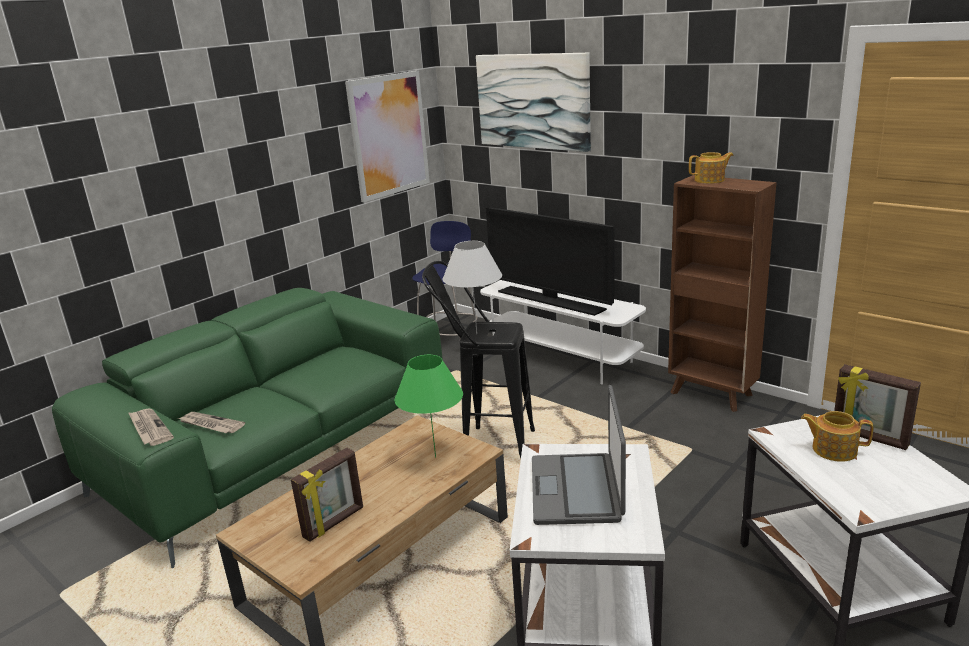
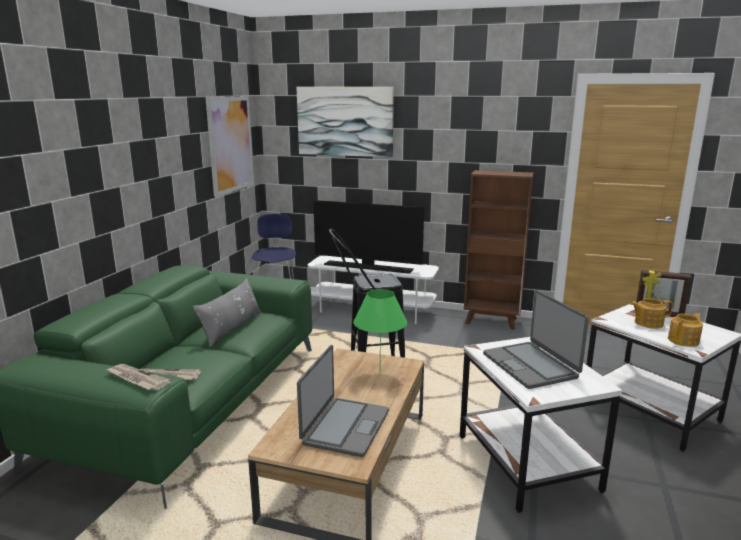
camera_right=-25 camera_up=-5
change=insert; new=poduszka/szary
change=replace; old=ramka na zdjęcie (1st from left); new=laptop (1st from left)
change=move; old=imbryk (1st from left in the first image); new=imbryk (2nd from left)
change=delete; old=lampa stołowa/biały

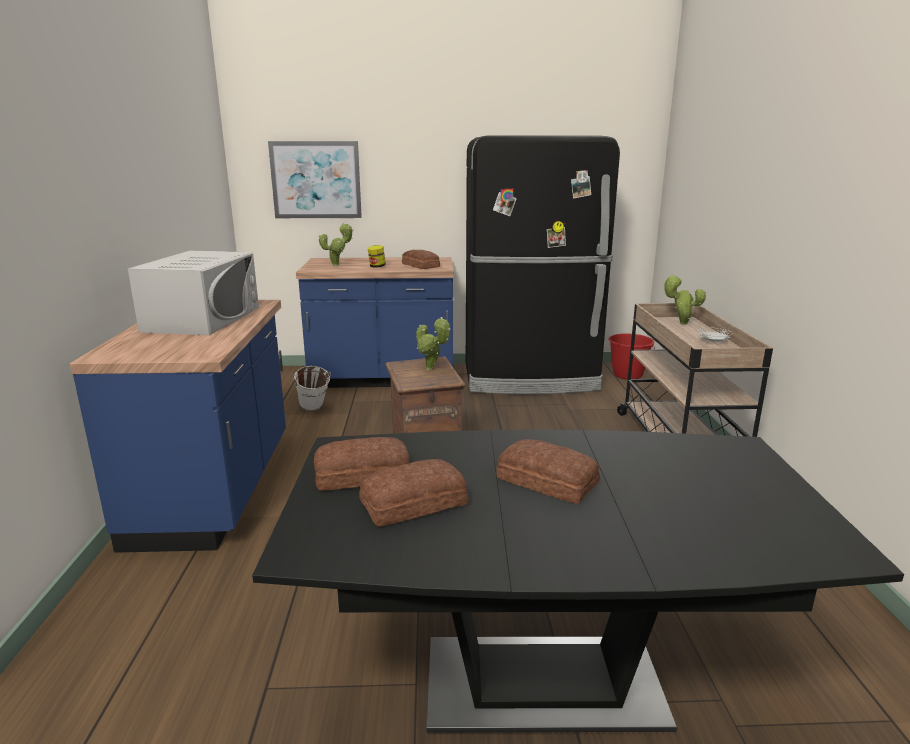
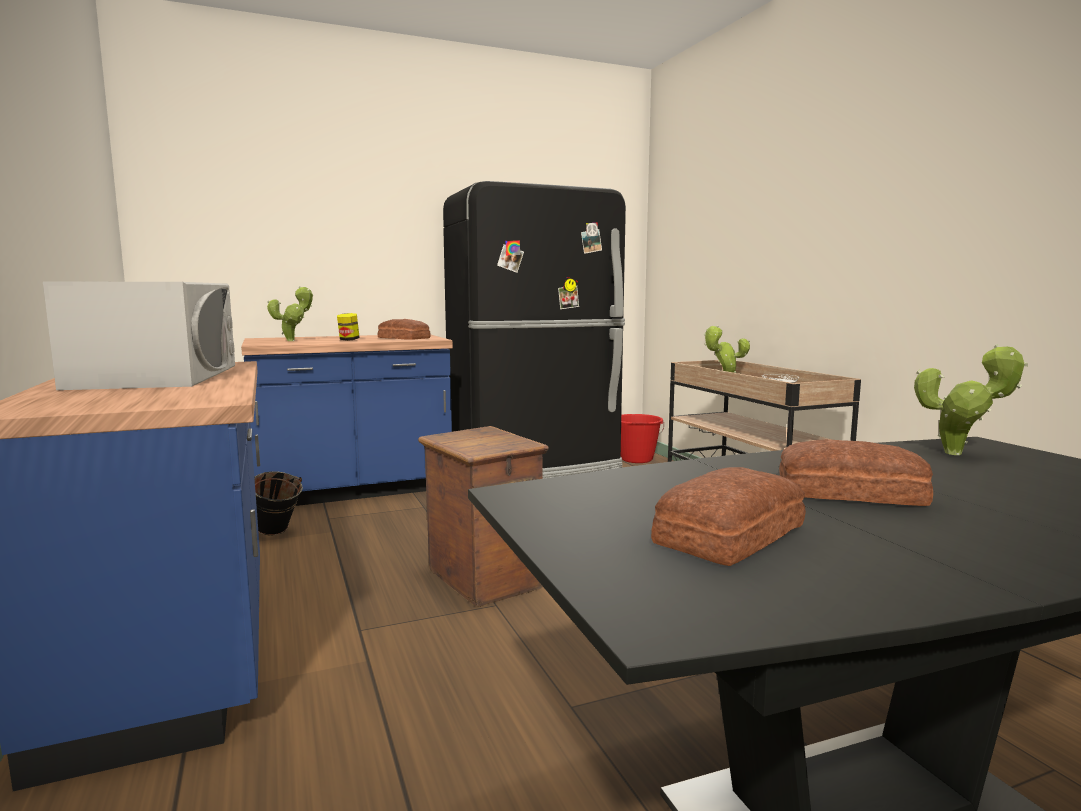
camera_right=-20 camera_up=-10
change=recolor; old=wiadro/biały; new=wiadro/czarny
change=move; old=roślina doniczkowa (2nd from left in the first image); new=roślina doniczkowa (3rd from left)
change=delete; old=obraz
change=delete; old=chleb (1st from left)

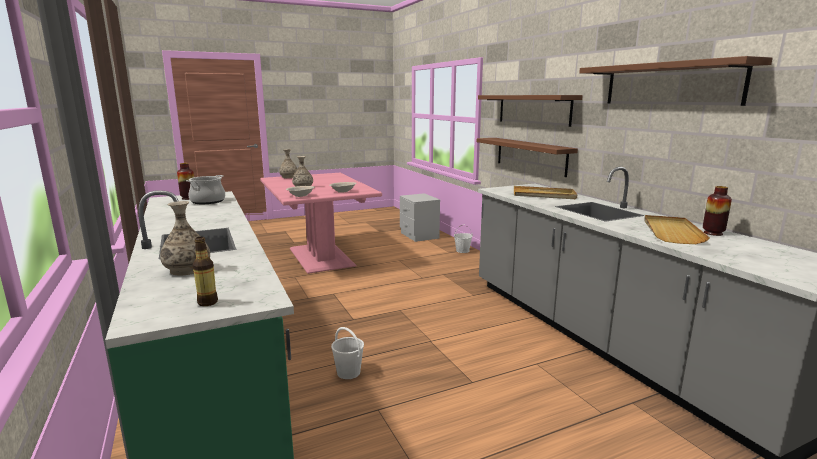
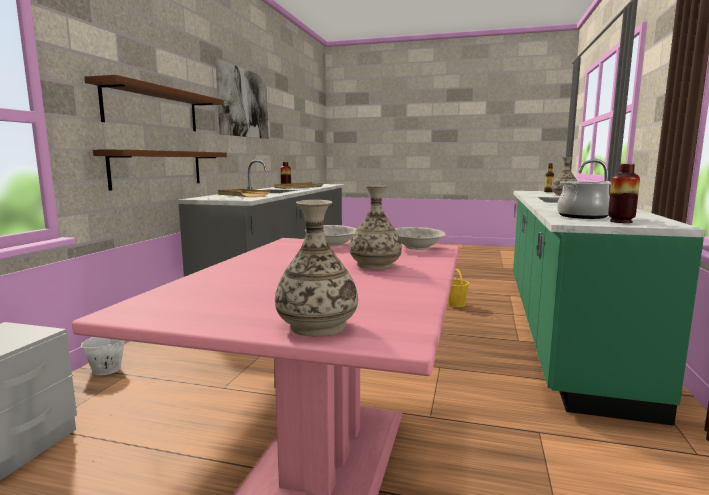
camera_right=-140 camera_up=-5
change=replace; old=półka/brązowy (3rd from left); new=obraz
change=recolor; old=wiadro/biały (1st from left); new=wiadro/żółty

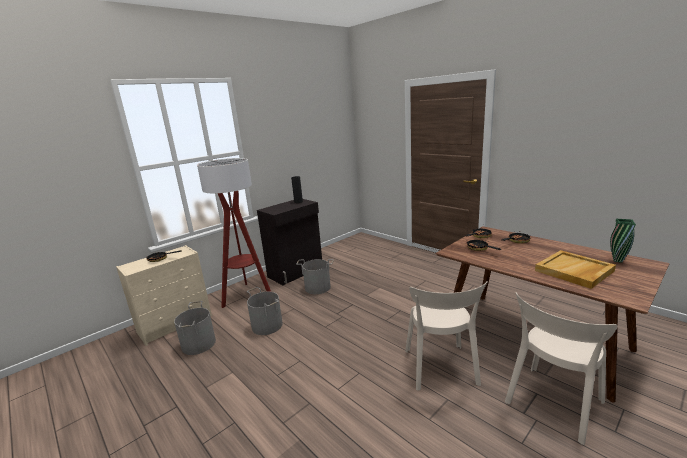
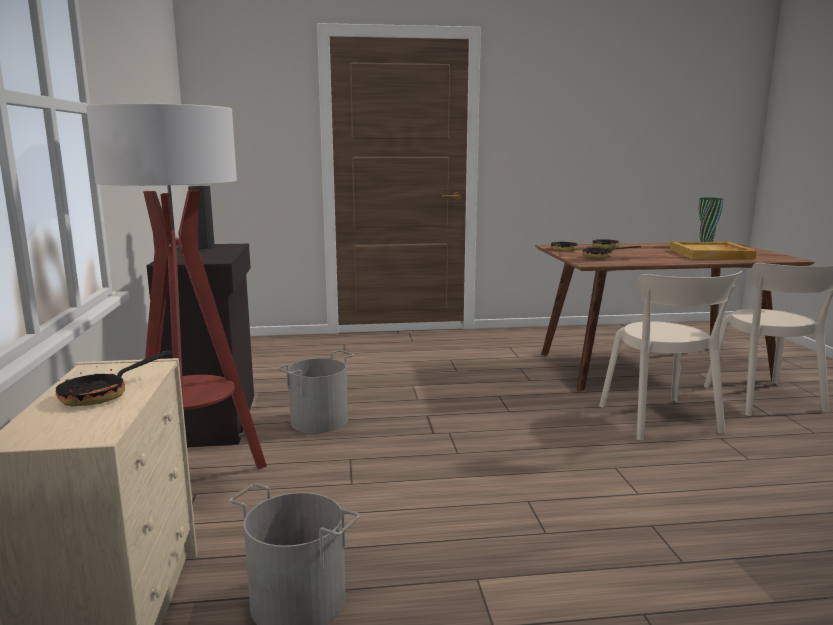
camera_right=-55 camera_up=-5
change=rotate; old=krzesło/beżowy (1st from left); degrees=45
change=delete; old=wiadro/szary (2nd from left)

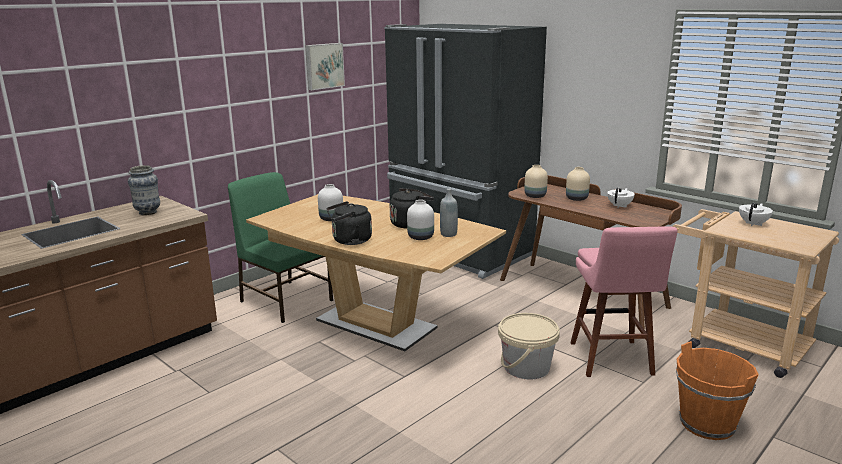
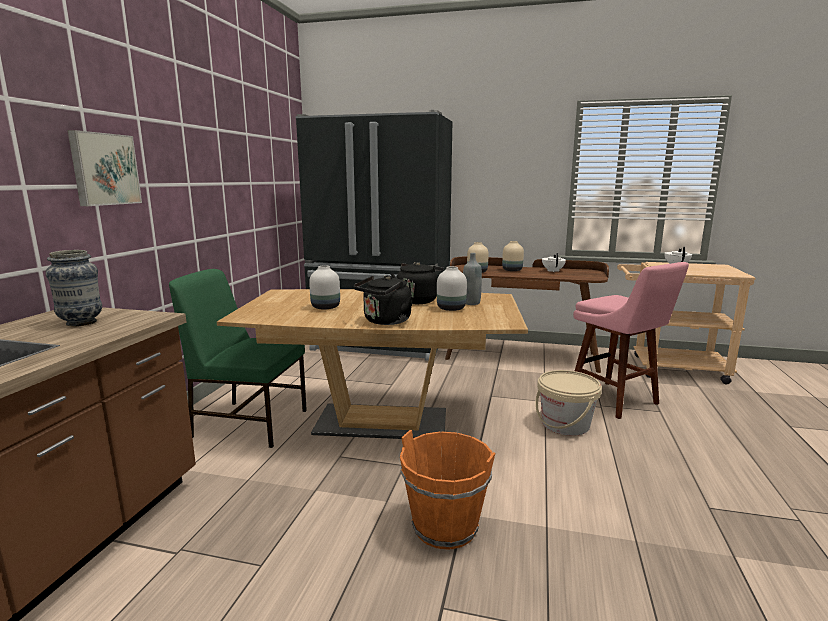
camera_right=-30 camera_up=-5
change=move; old=obraz
change=move; old=wiadro/pomarańczowy

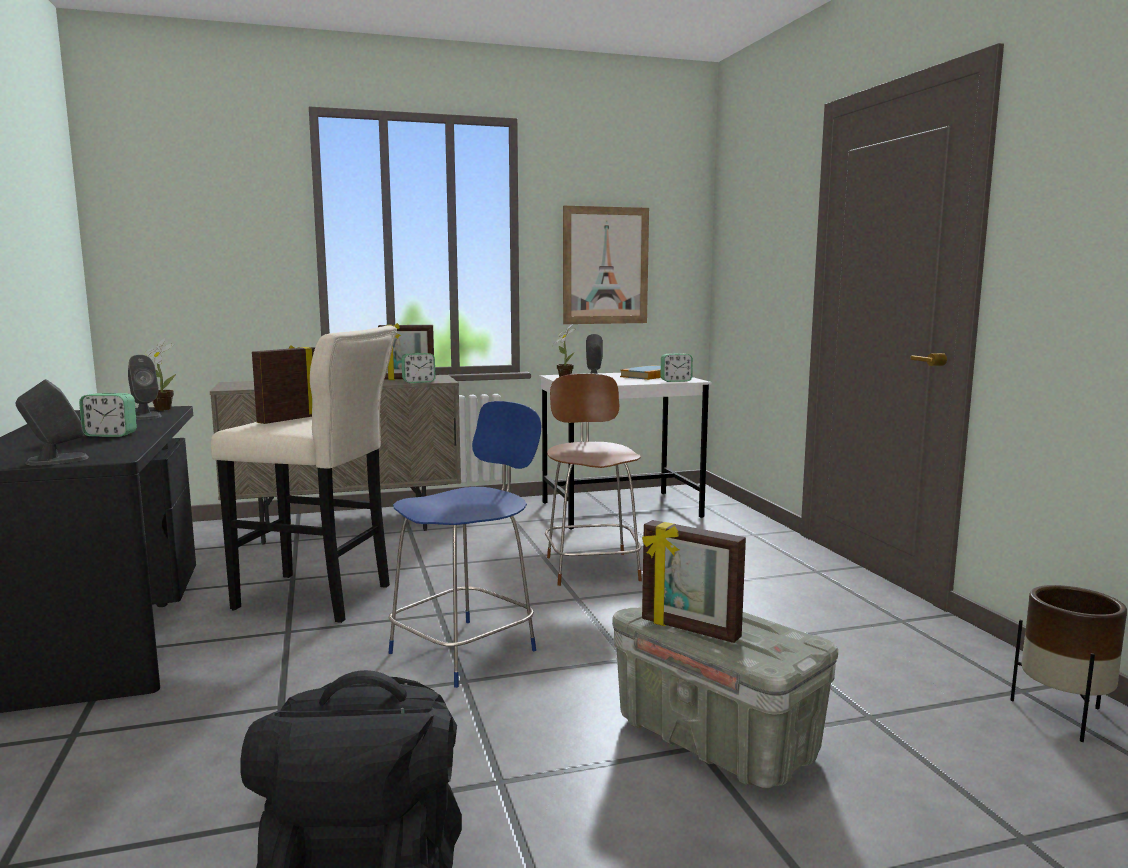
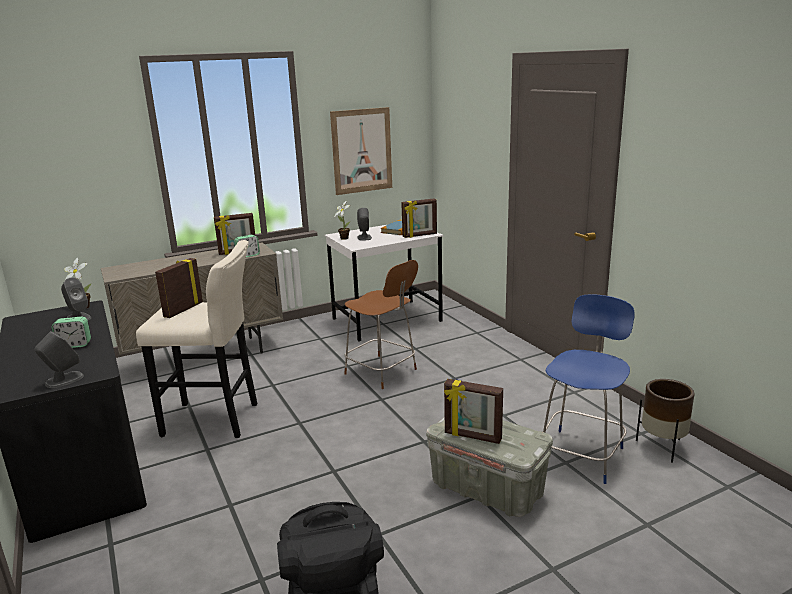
camera_right=-10 camera_up=10
change=rotate; old=krzesło/brązowy; degrees=150
change=replace; old=budzik (3rd from left); new=ramka na zdjęcie (3rd from left)
change=move; old=krzesło/niebieski

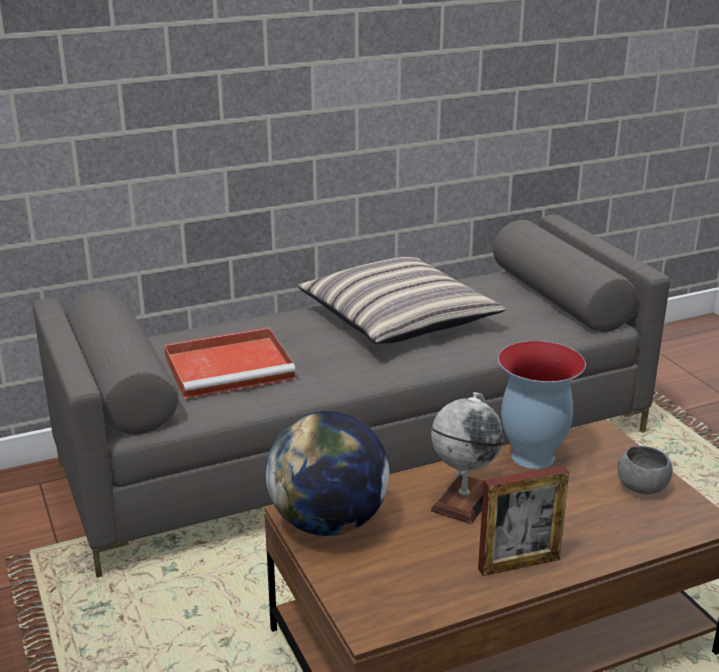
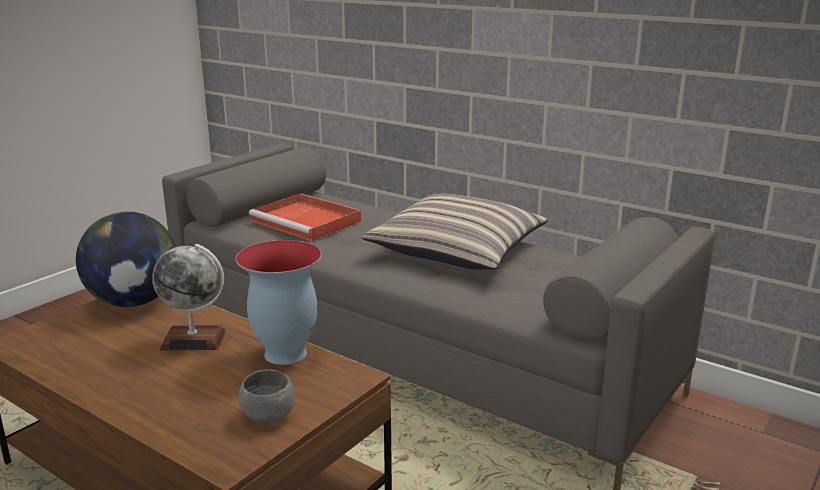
camera_right=60 camera_up=-5
change=delete; old=ramka na zdjęcie

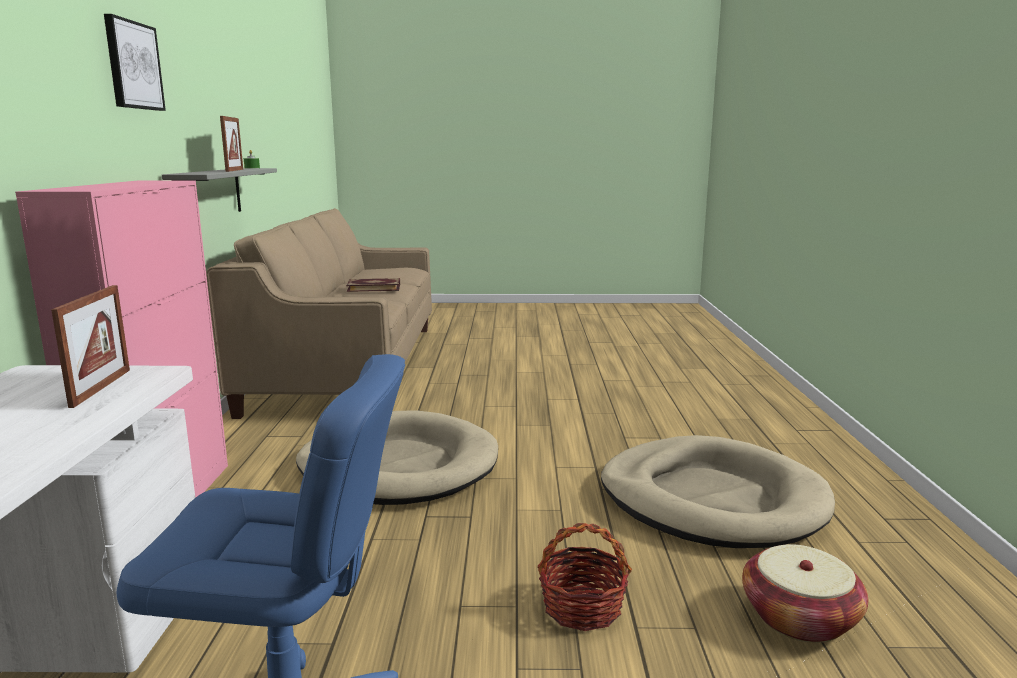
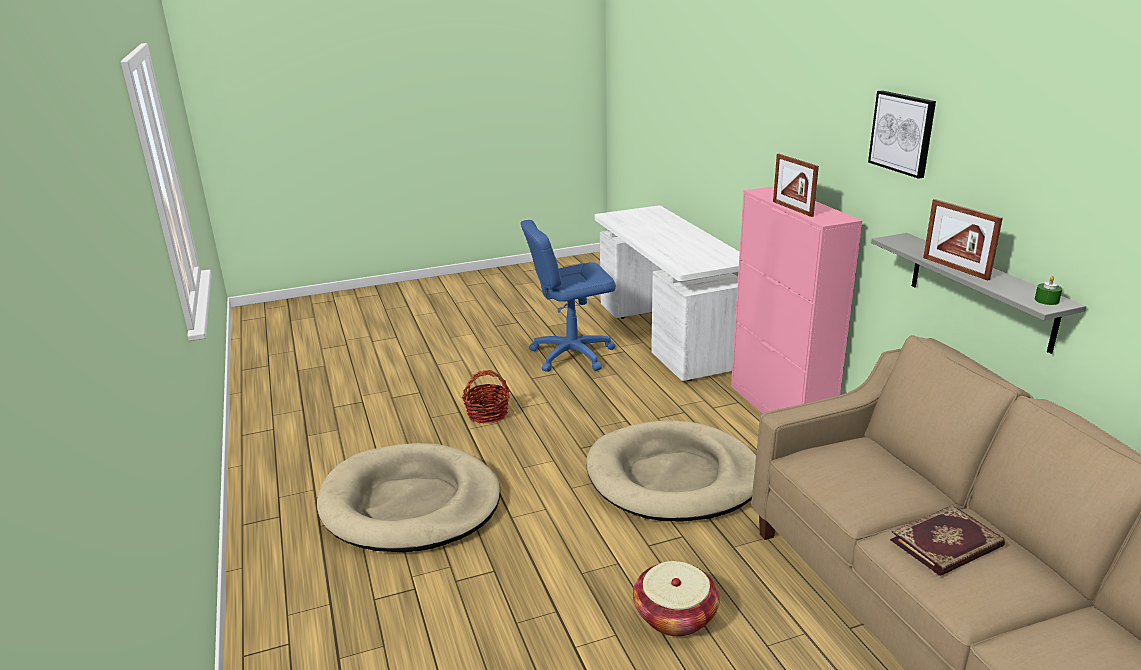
camera_right=160 camera_up=10
change=move; old=koszyk (2nd from left)
change=move; old=ramka na zdjęcie (1st from left)

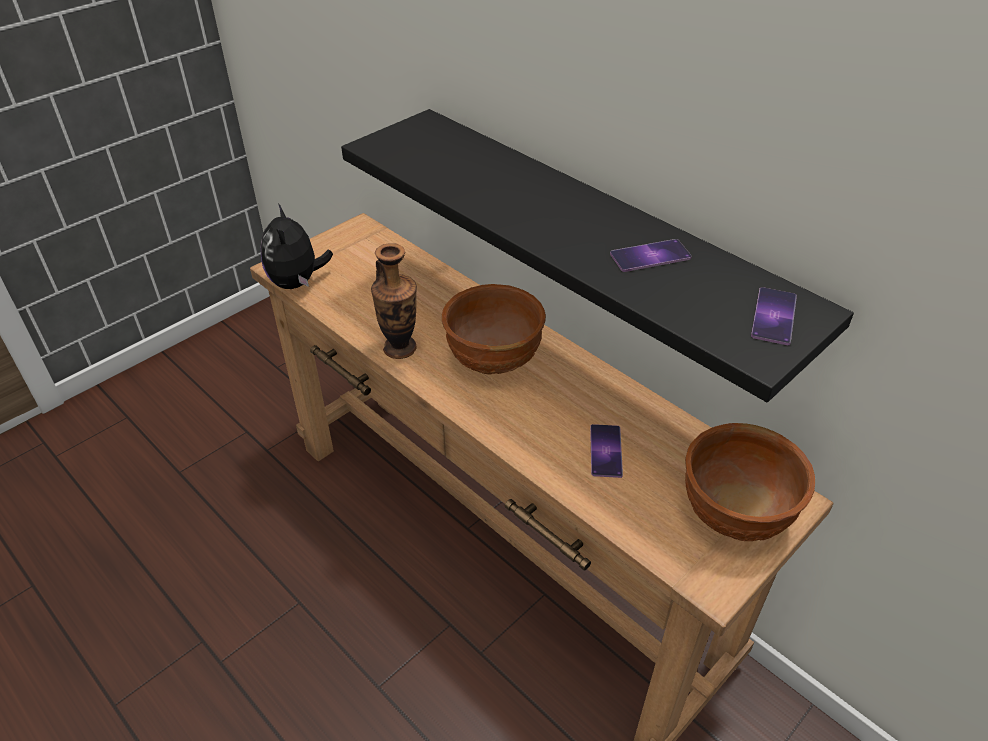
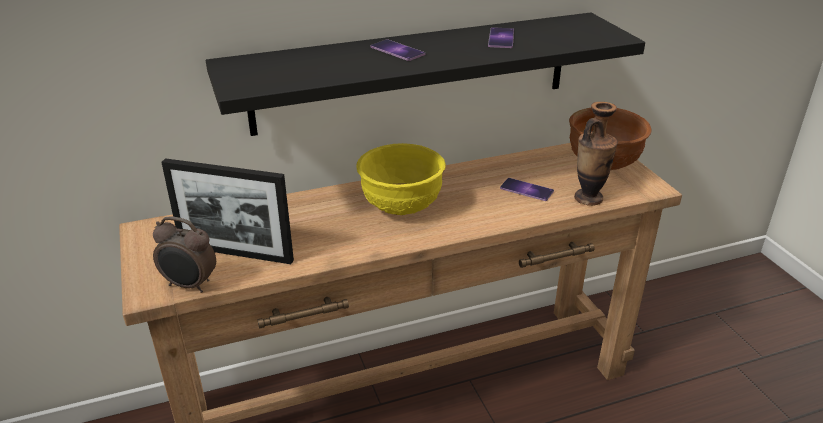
camera_right=-65 camera_up=-10
change=replace; old=pluszak; new=budzik
change=insert; new=ramka na zdjęcie
change=recolor; old=miska/brązowy (1st from left); new=miska/żółty
change=move; old=telefon (3rd from left in the first image); new=telefon (1st from left)
change=move; old=wazon

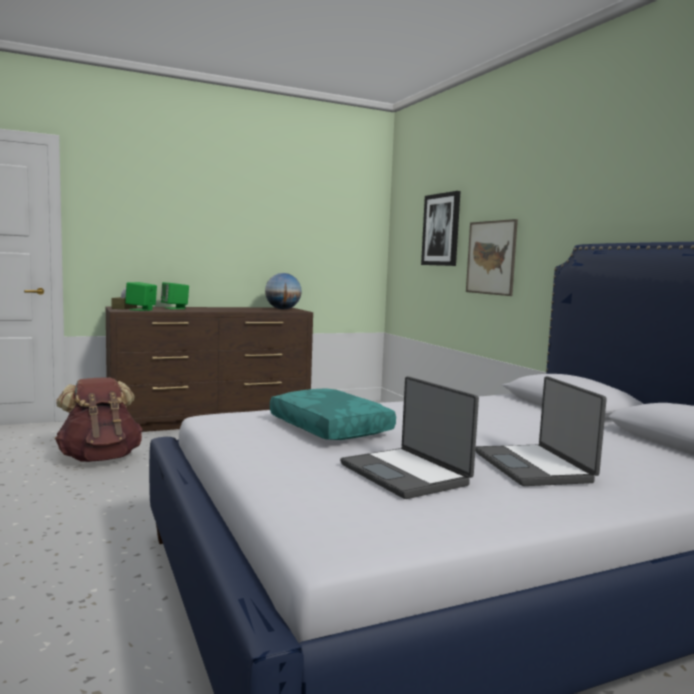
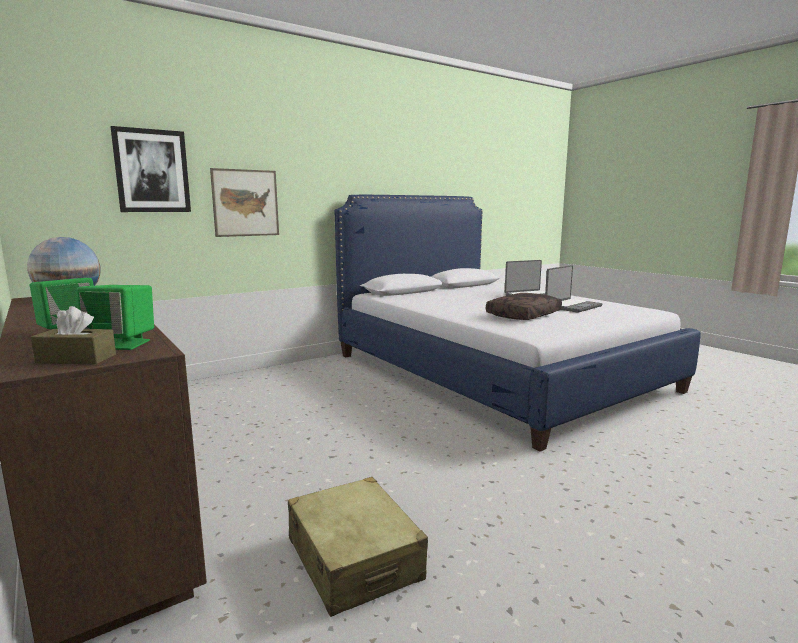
camera_right=-100 camera_up=5
change=replace; old=plecak/brązowy; new=walizka/beżowy
change=recolor; old=poduszka/turkusowy; new=poduszka/brązowy

